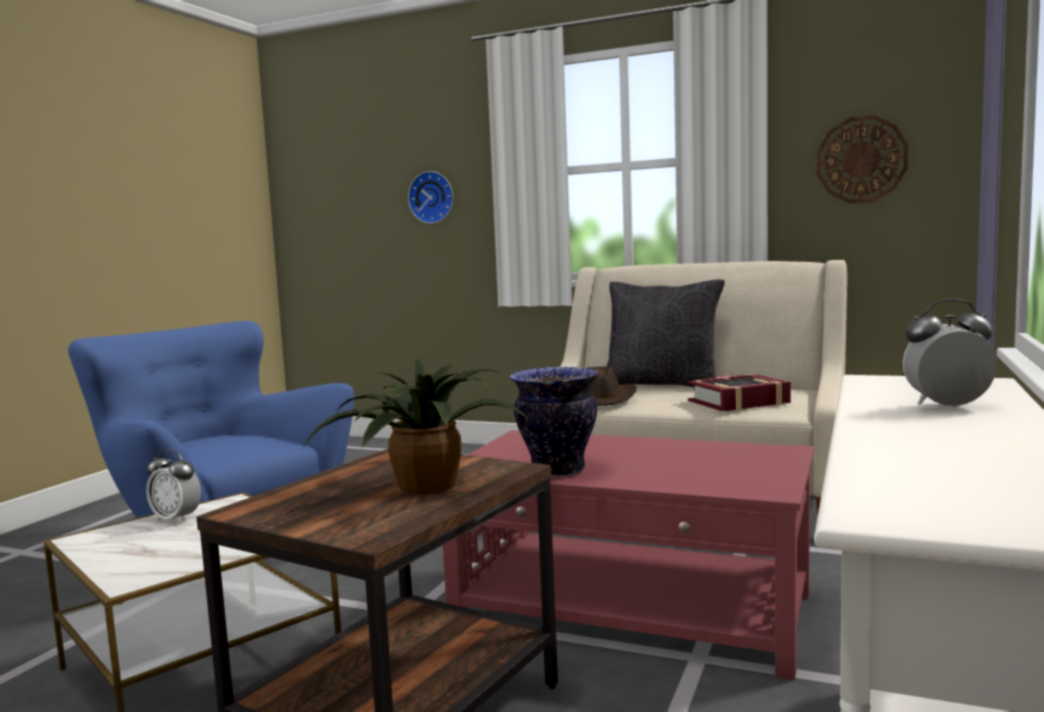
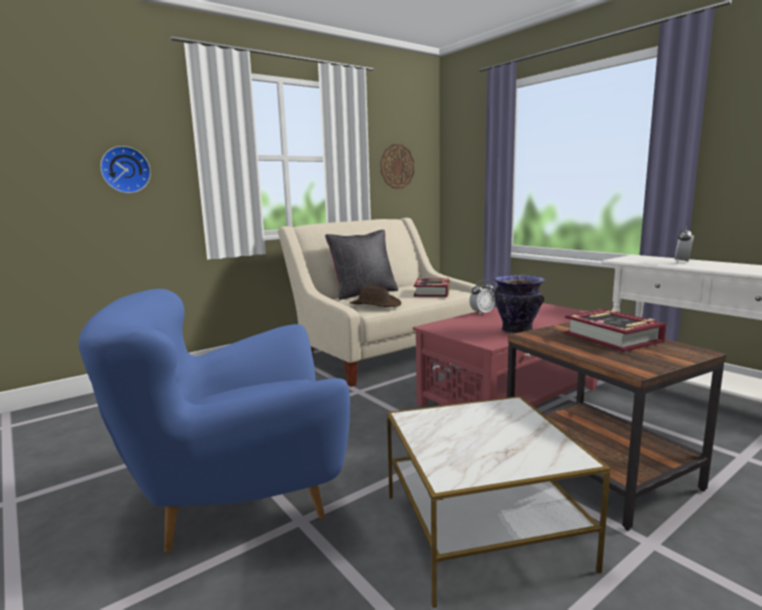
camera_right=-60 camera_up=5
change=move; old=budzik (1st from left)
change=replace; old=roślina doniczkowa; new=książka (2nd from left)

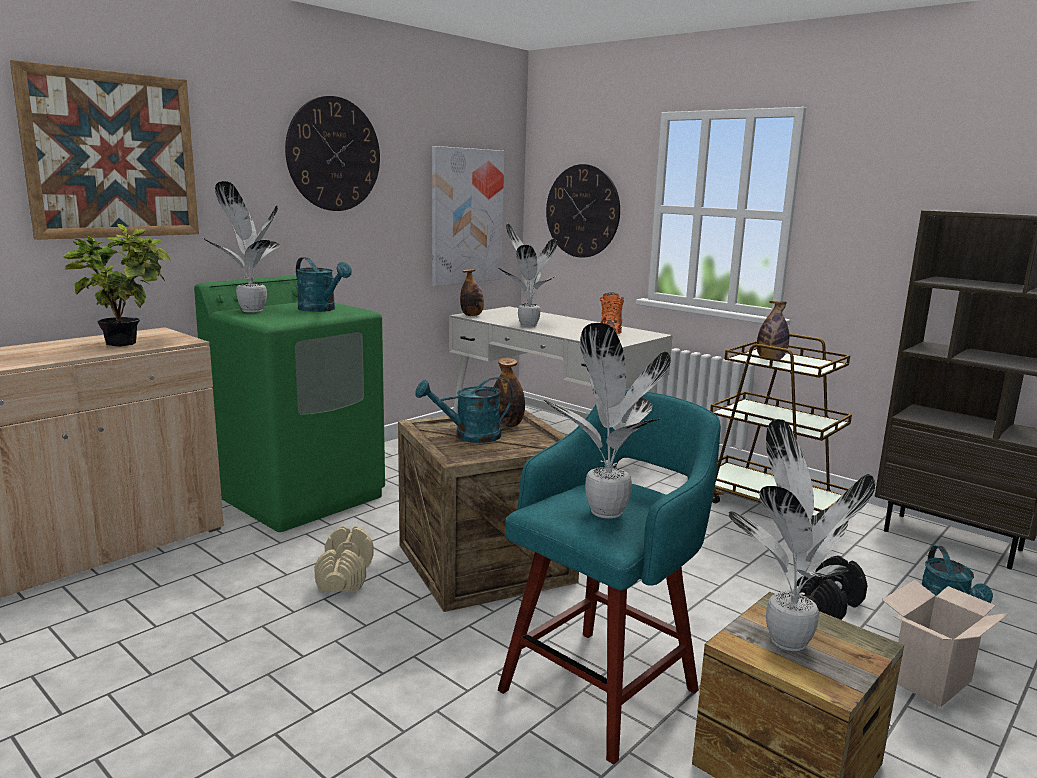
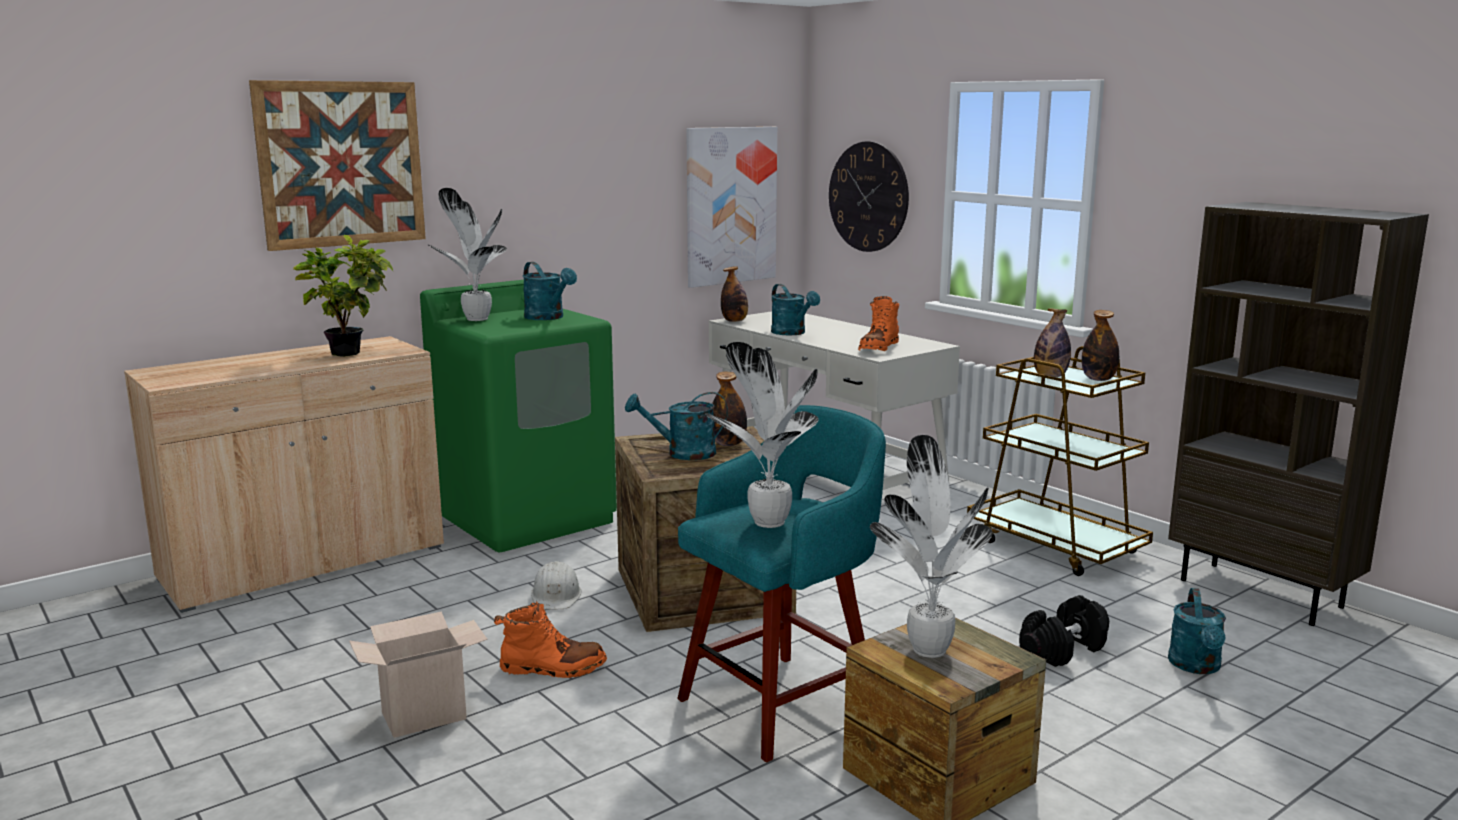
camera_right=10 camera_up=0
change=move; old=karton
change=insert; new=but z cholewką/pomarańczowy (1st from left)
change=replace; old=hantel/beżowy; new=kask/biały
change=replace; old=roślina doniczkowa (3rd from left); new=konewka/turkusowy (3rd from left)
change=insert; new=butelka (4th from left)
change=delete; old=zegar ścienny (1st from left)

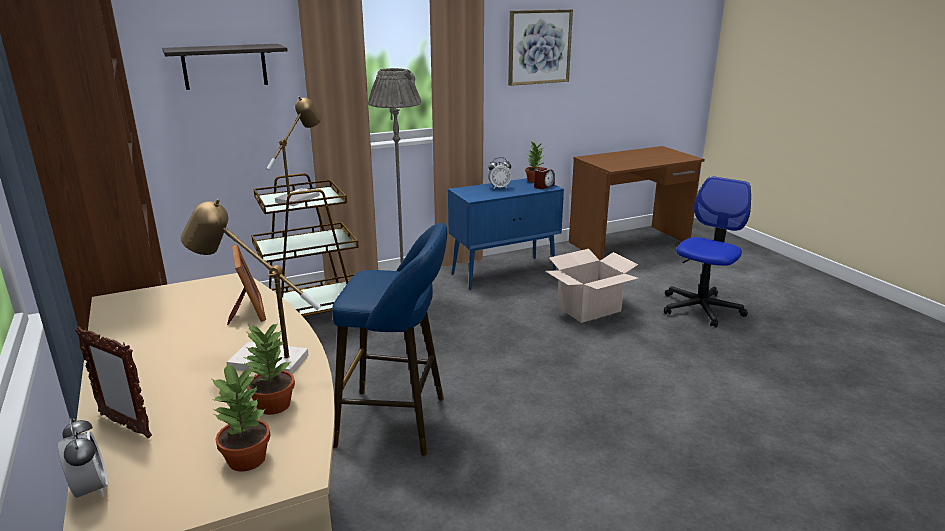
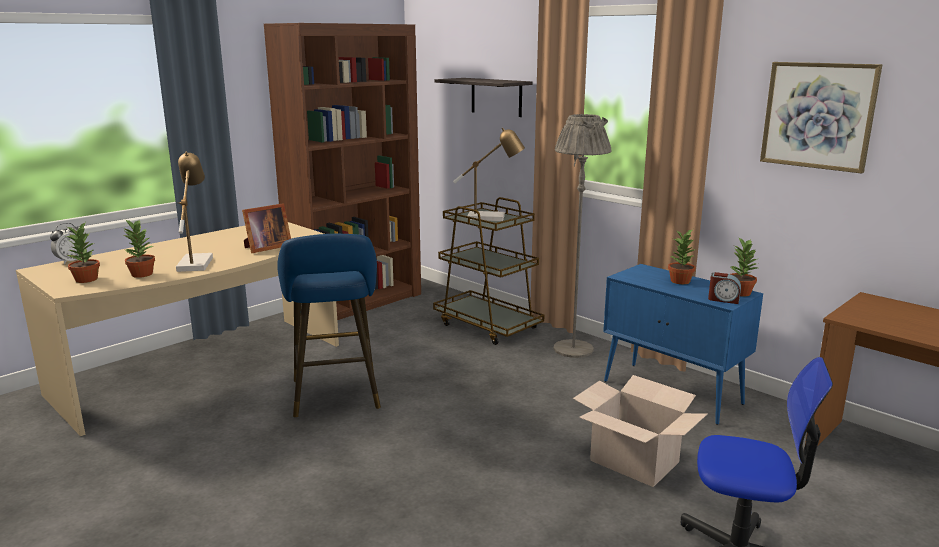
camera_right=70 camera_up=-5
change=replace; old=budzik (2nd from left); new=roślina doniczkowa (3rd from left)
change=delete; old=ramka na zdjęcie (1st from left)

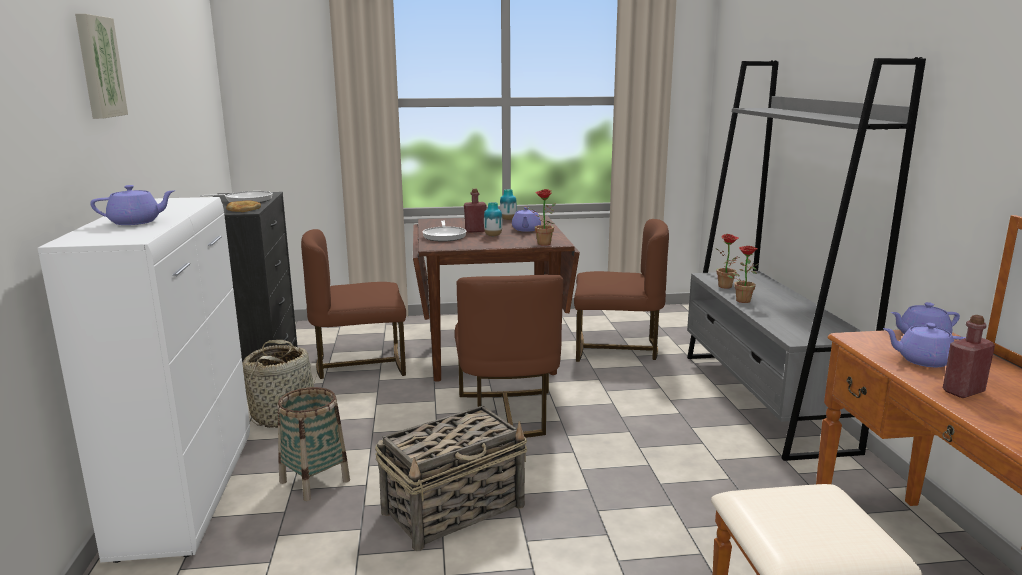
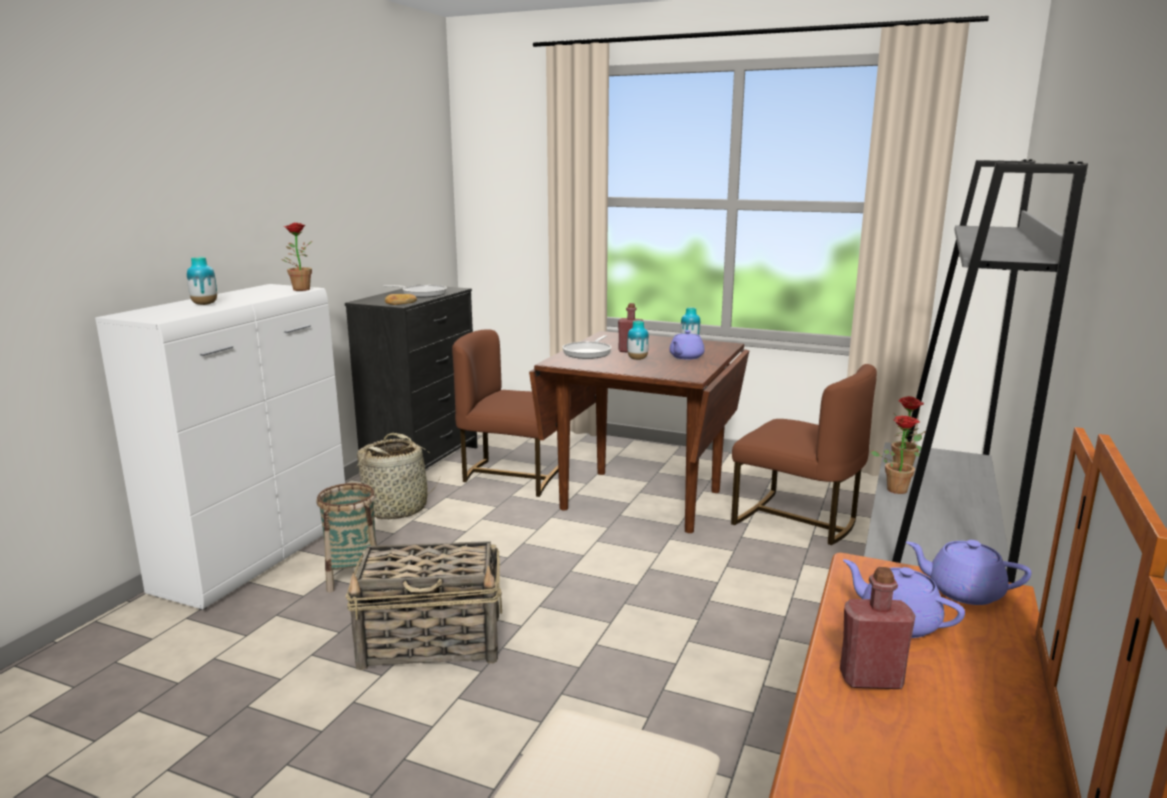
camera_right=30 camera_up=0
change=replace; old=imbryk/fioletowy (1st from left); new=wazon (1st from left)
change=move; old=roślina doniczkowa (1st from left)
change=delete; old=obraz
change=delete; old=krzesło/brązowy (2nd from left)

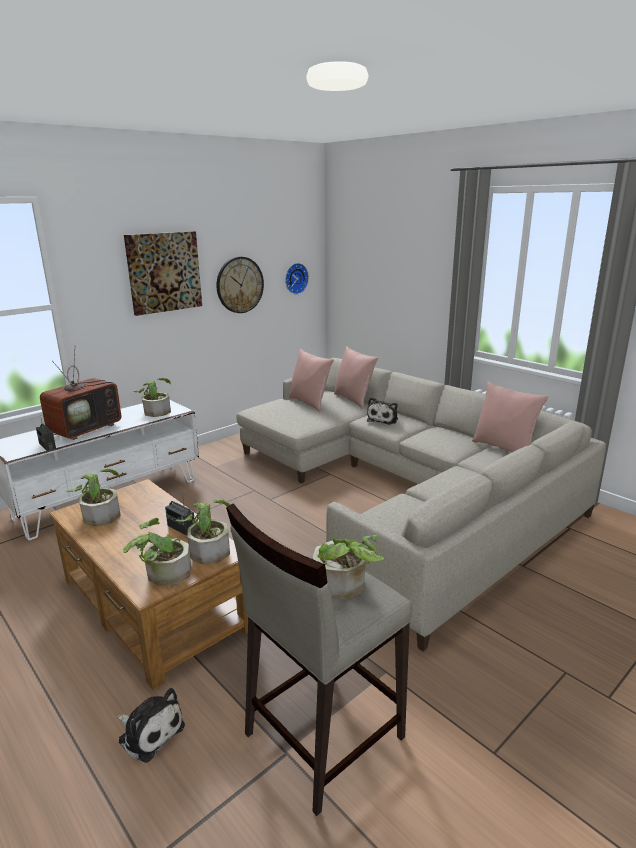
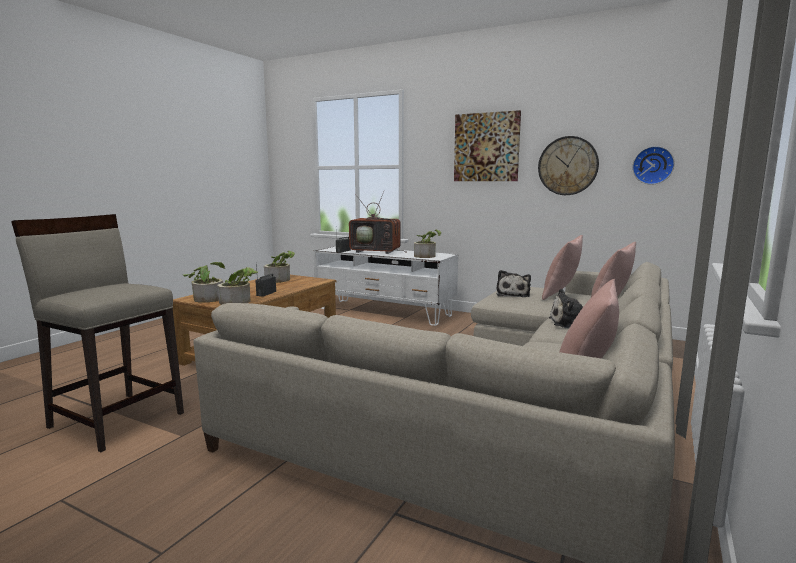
camera_right=70 camera_up=-10
change=move; old=pluszak (1st from left)
change=delete; old=roślina doniczkowa (5th from left)

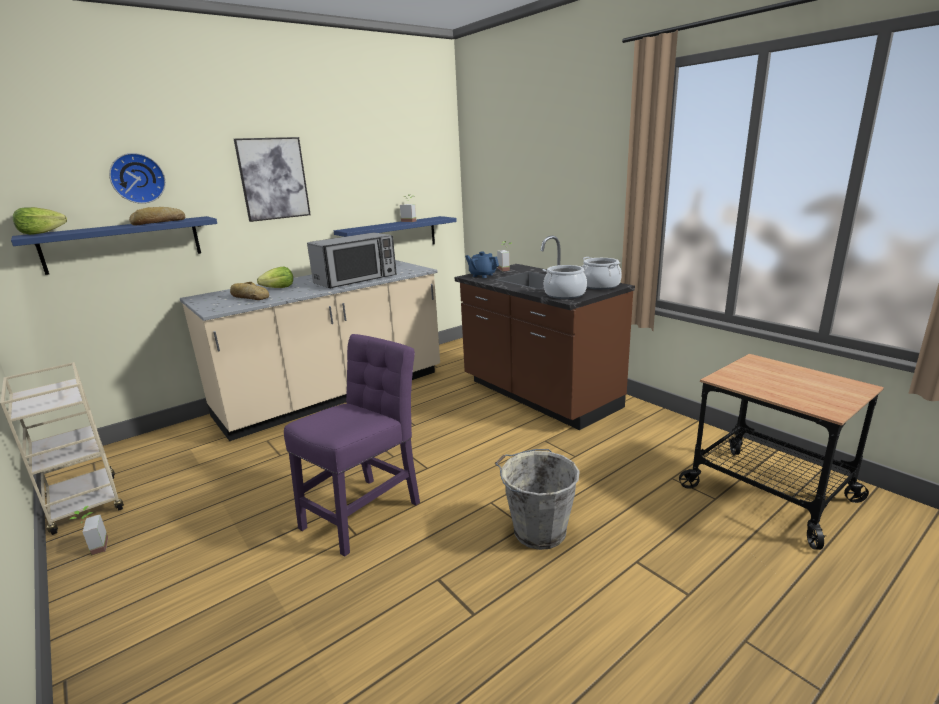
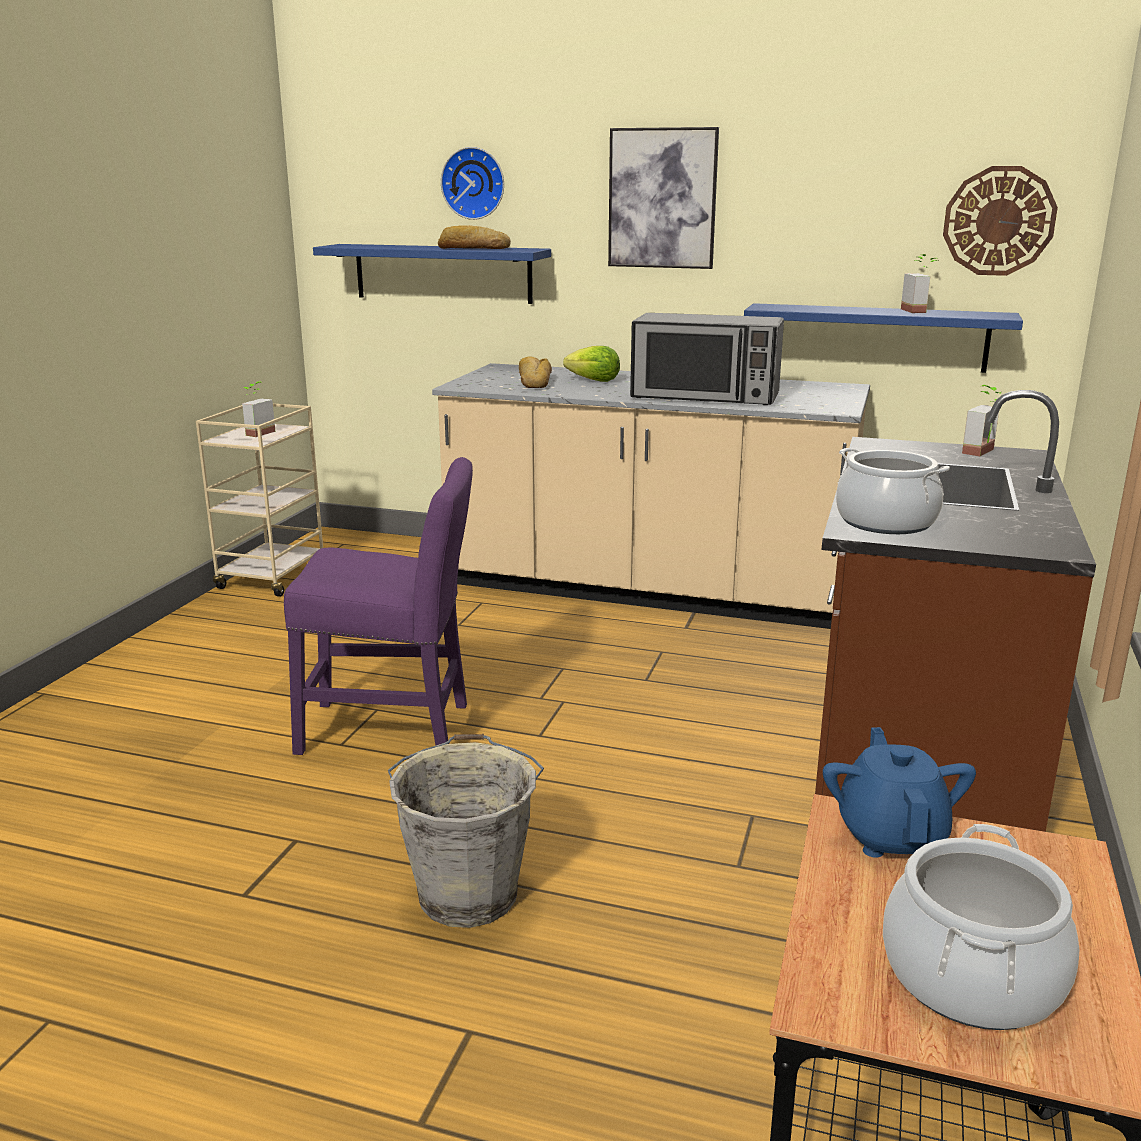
camera_right=55 camera_up=0
change=move; old=roślina doniczkowa (1st from left)
change=move; old=imbryk/niebieski
change=move; old=garnek (2nd from left)
change=insert; new=zegar ścienny (2nd from left)
change=delete; old=sałata (1st from left)

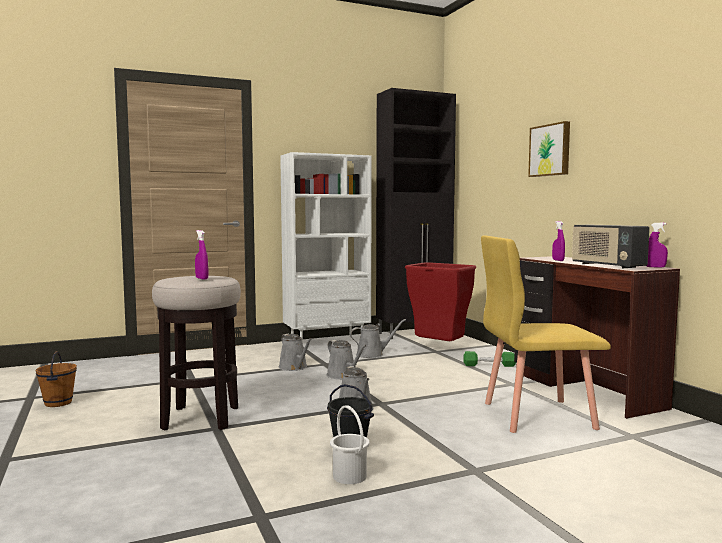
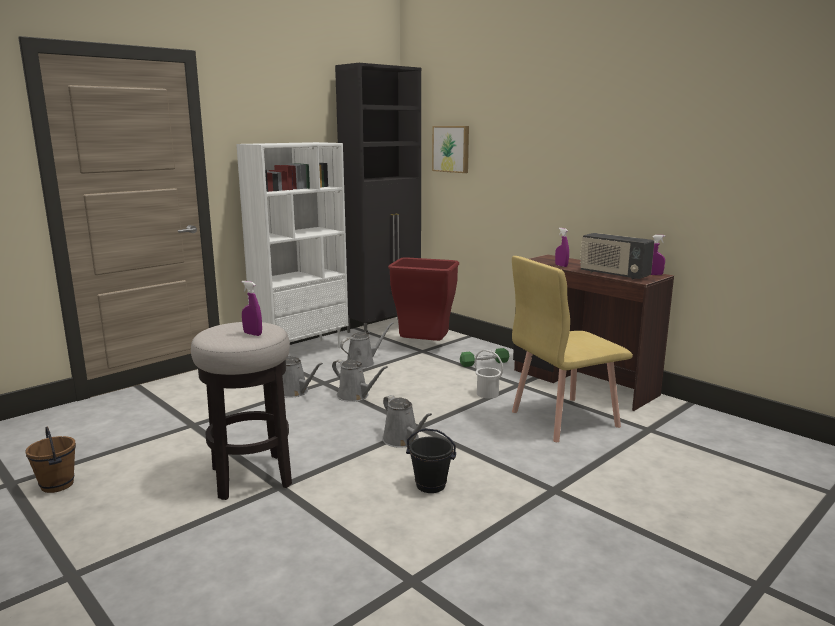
camera_right=-20 camera_up=10
change=move; old=obraz
change=move; old=wiadro/biały

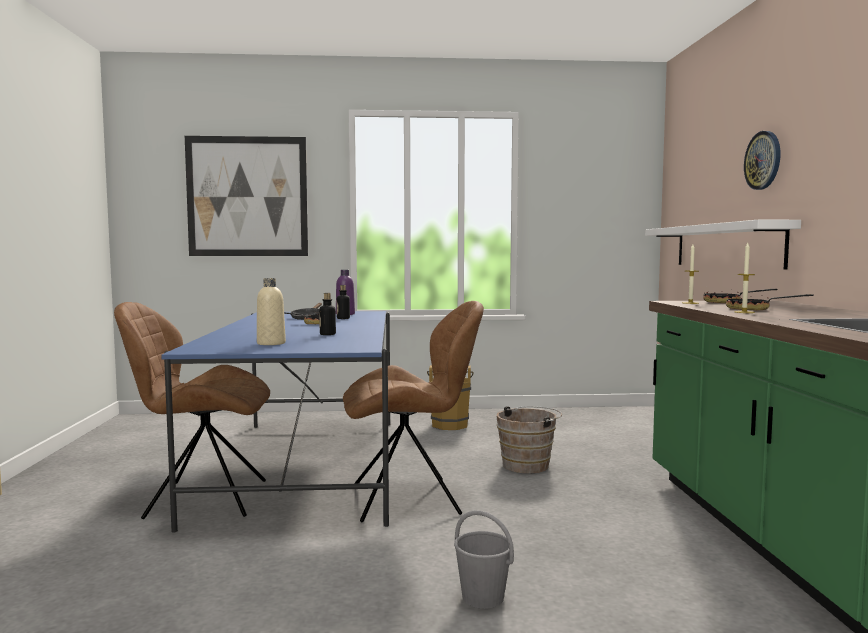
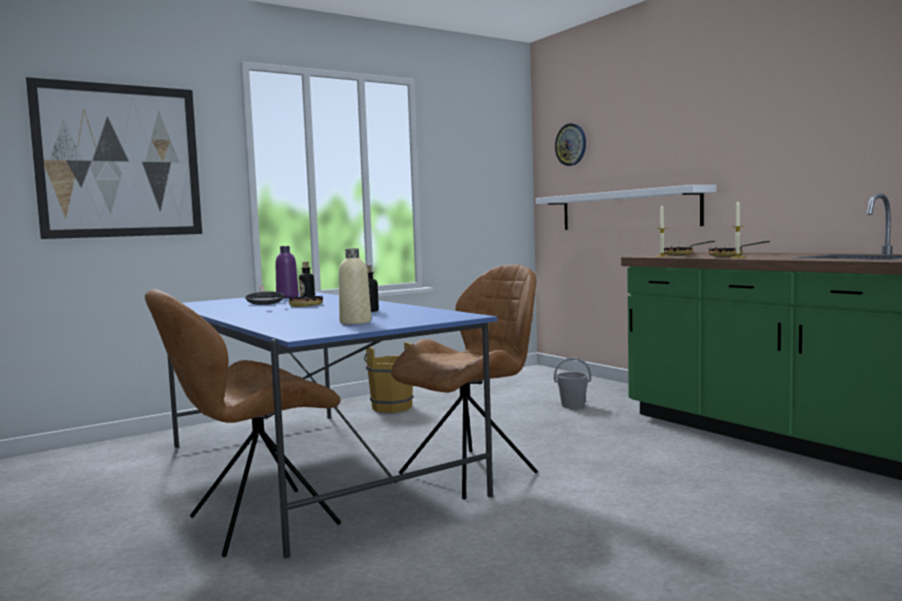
camera_right=-30 camera_up=0
change=move; old=wiadro/szary
change=move; old=zegar ścienny
change=delete; old=wiadro/brązowy (2nd from left)

